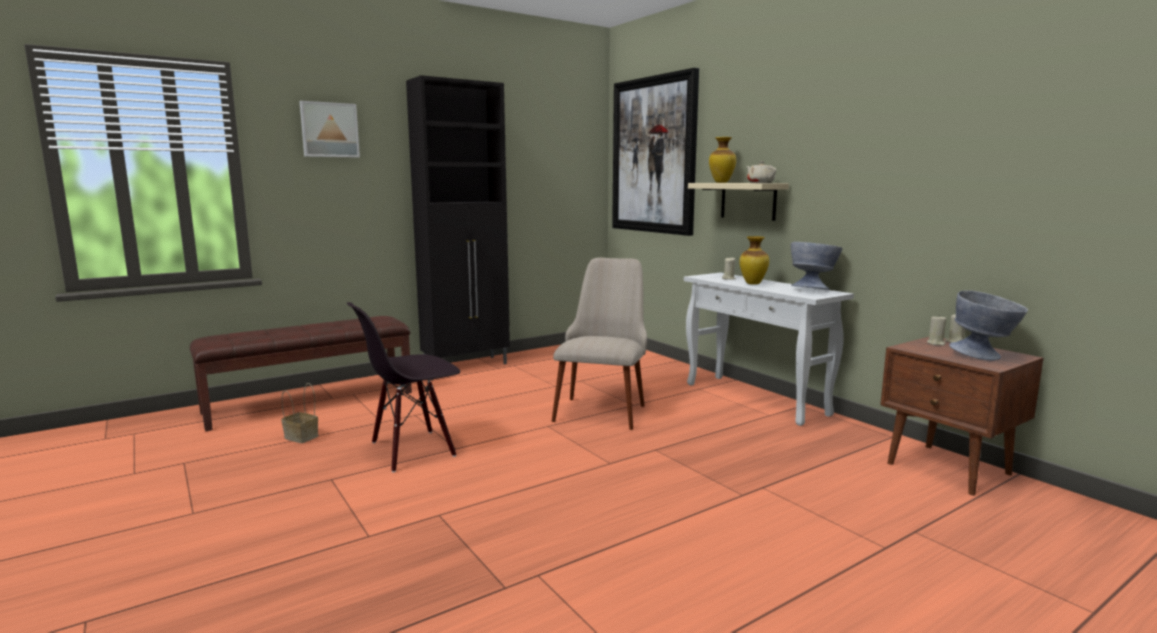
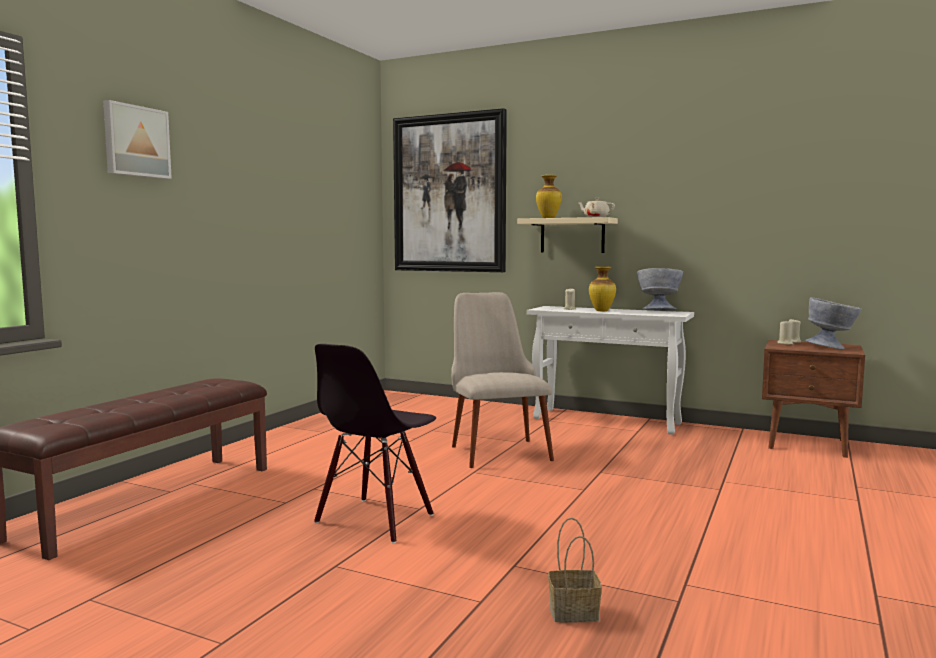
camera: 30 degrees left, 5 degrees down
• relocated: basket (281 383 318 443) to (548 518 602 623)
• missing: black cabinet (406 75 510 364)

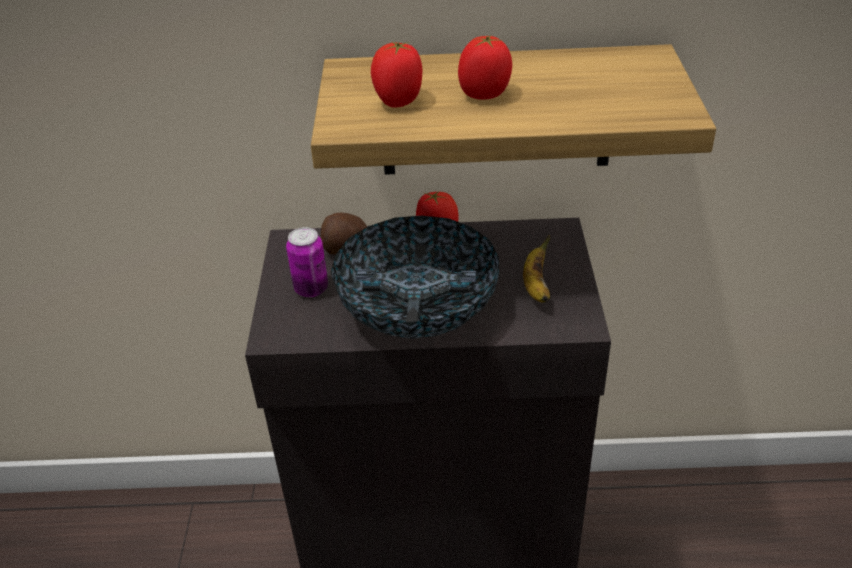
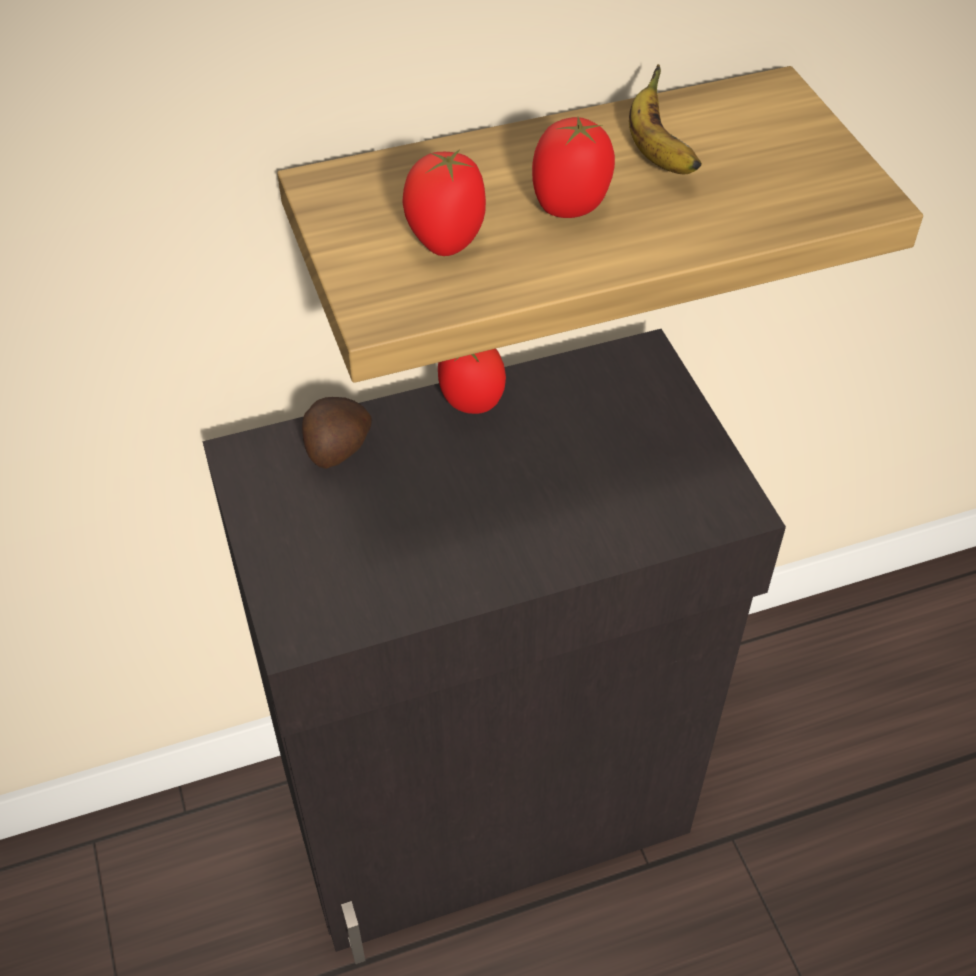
camera: 20 degrees left, 10 degrees up
• relocated: banana (523 235 550 303) to (629 64 702 174)
• missing: can (286 227 328 297)
• missing: bowl (331 216 499 339)

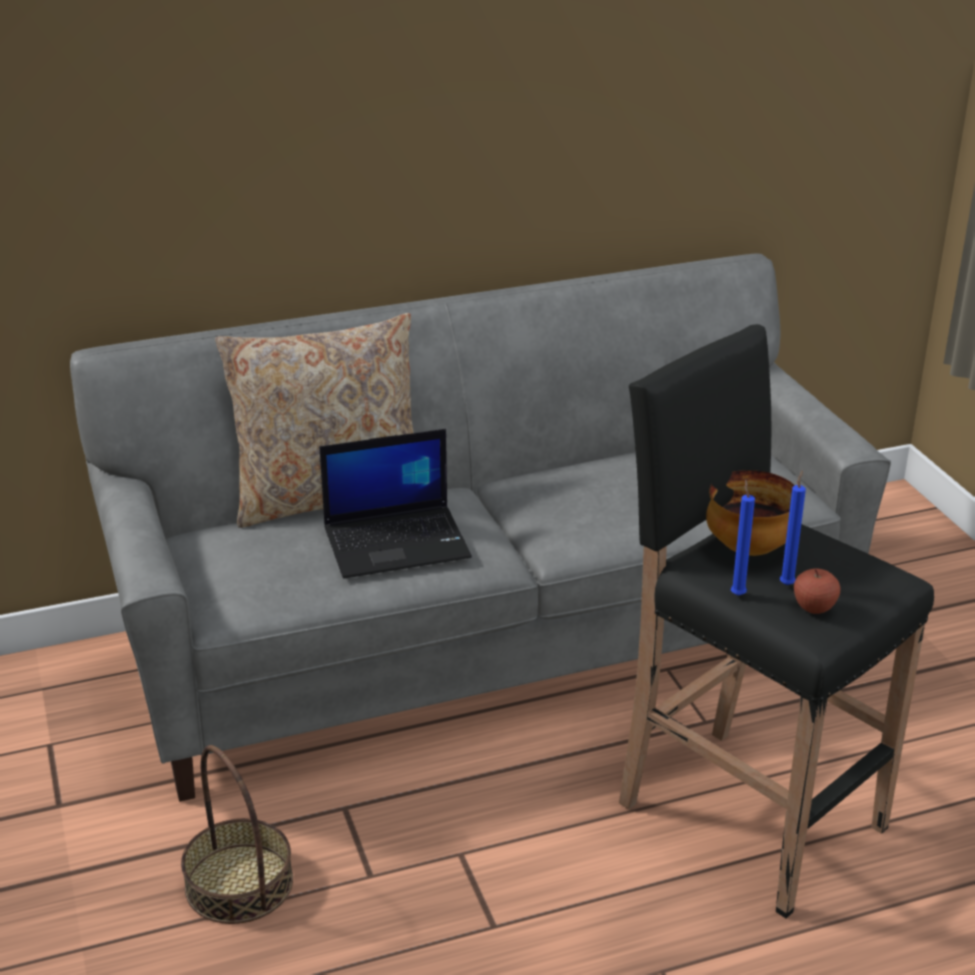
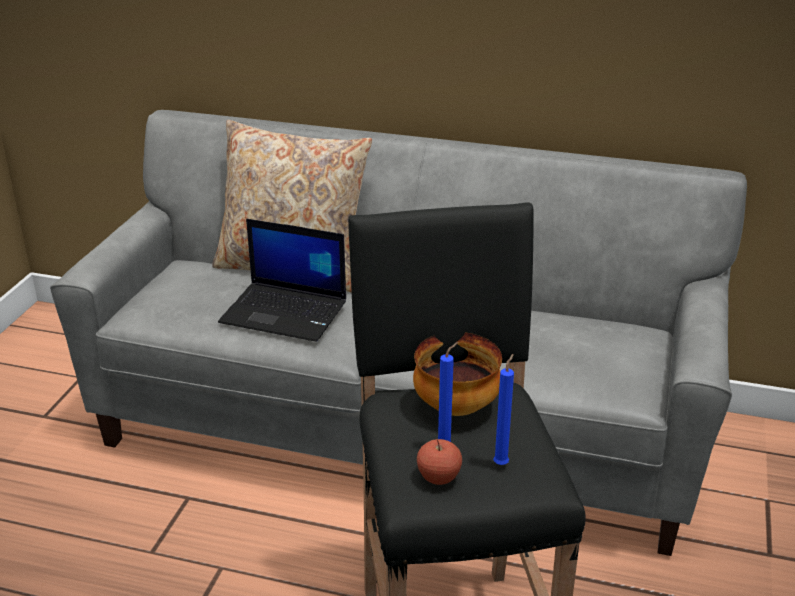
camera: 35 degrees right, 0 degrees up
• relocated: blue candle (731 479 755 596) to (493 354 514 465)
• missing: basket (181 745 293 924)

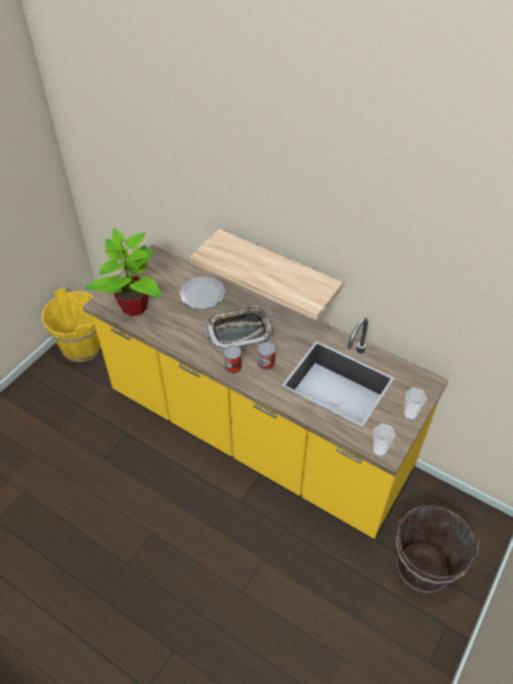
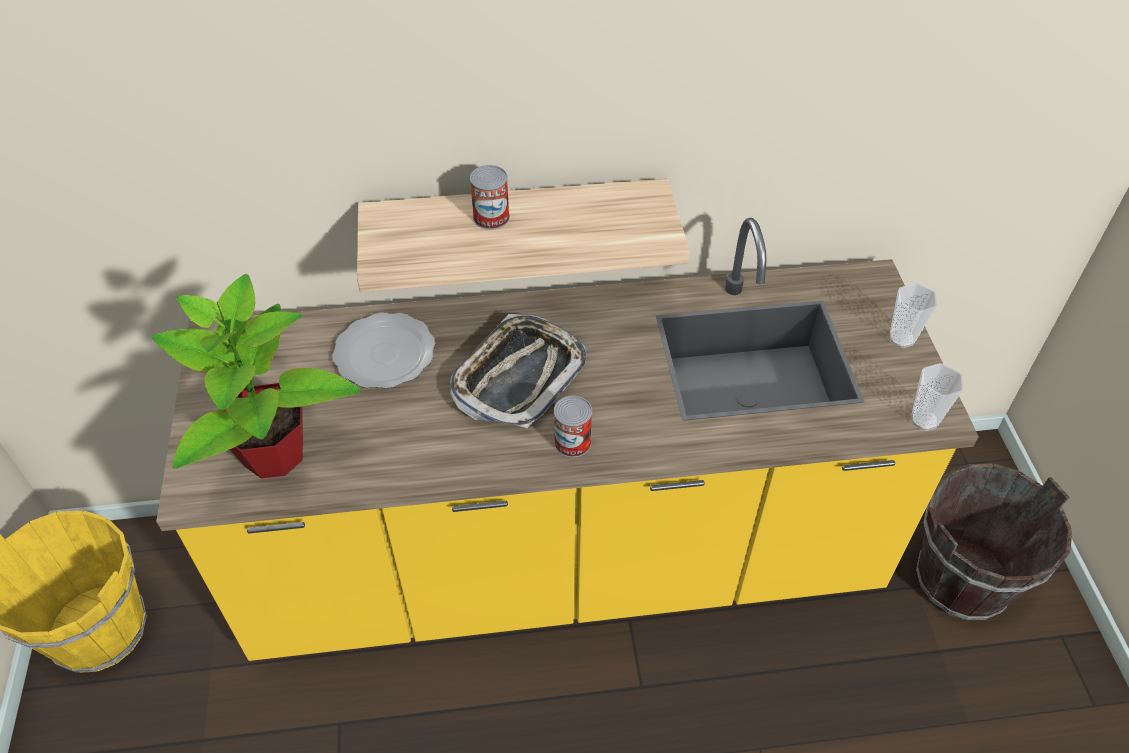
camera: 40 degrees left, 0 degrees up
• relocated: can (258 342 275 370) to (469 165 510 230)

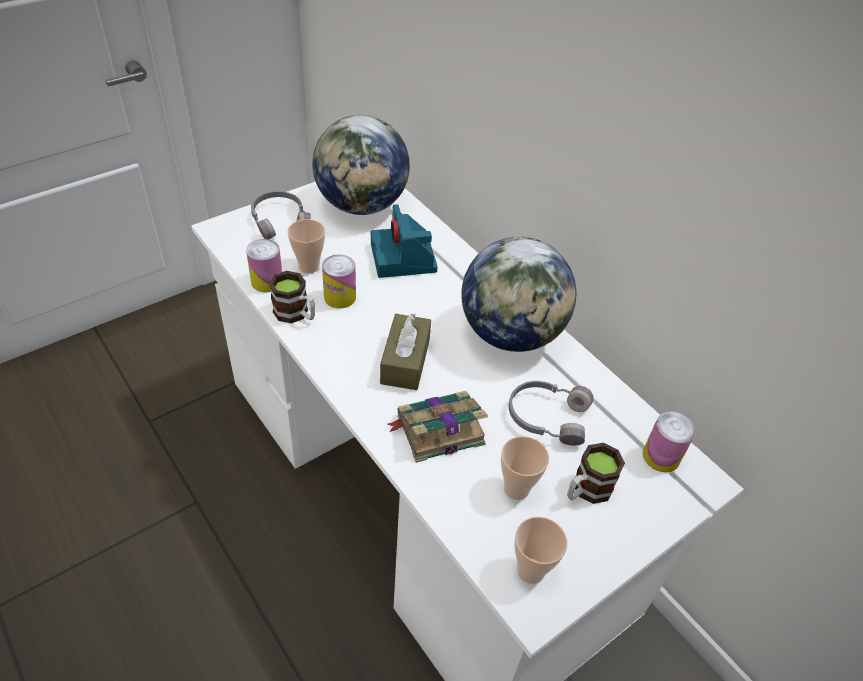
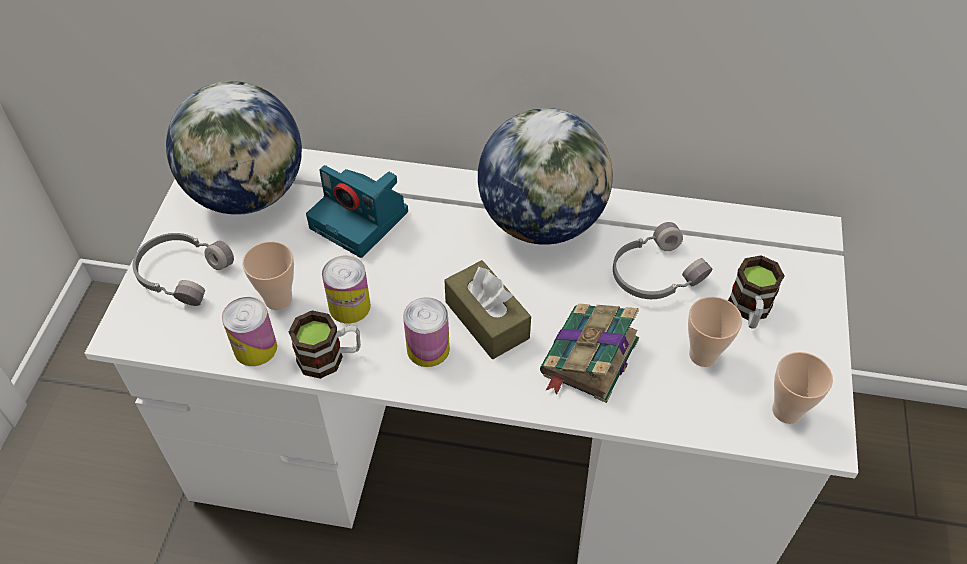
camera: 40 degrees left, 5 degrees up
• relocated: can (643 411 696 472) to (403 297 450 367)

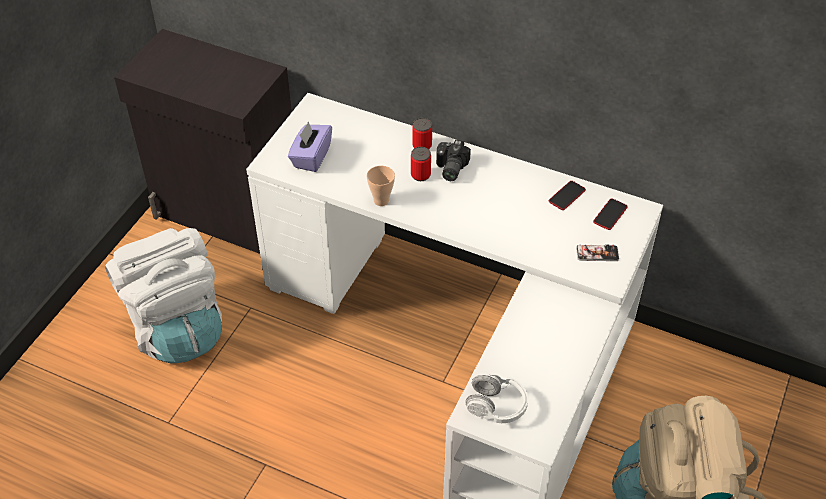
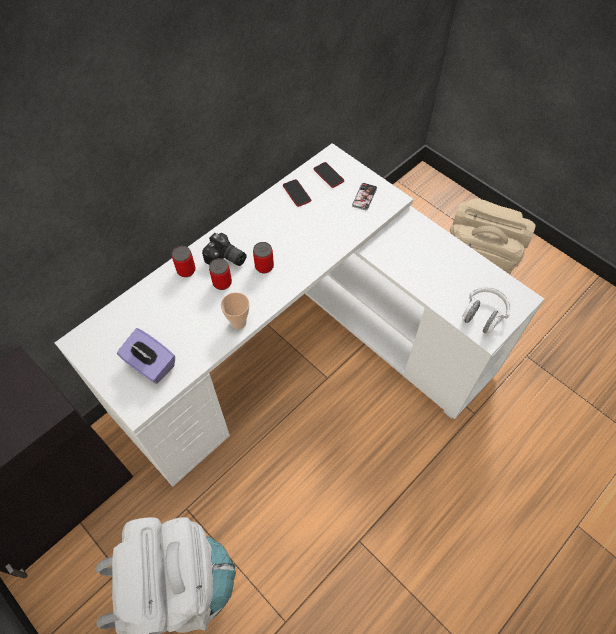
camera: 70 degrees left, 10 degrees up
• appeared: can (253 242 274 273)

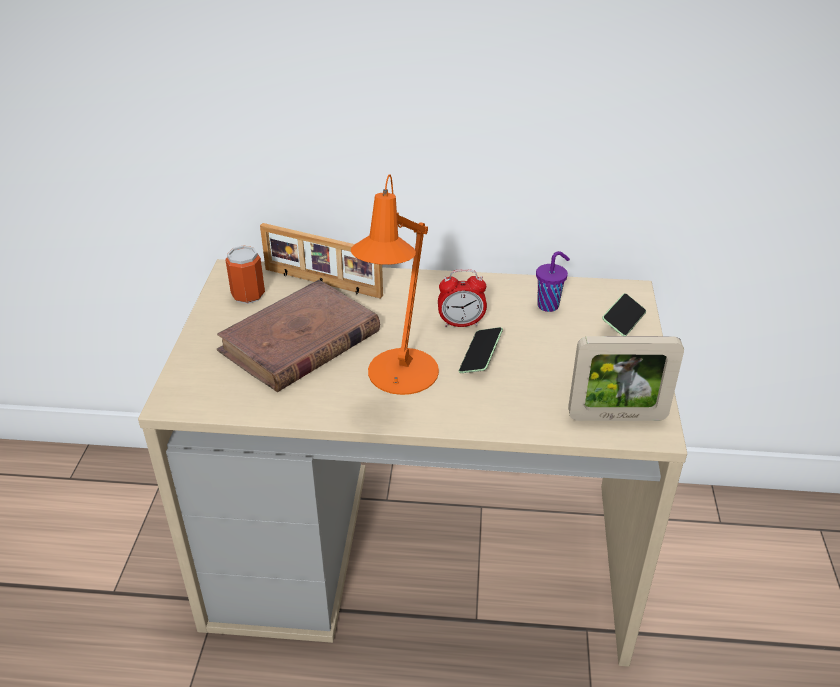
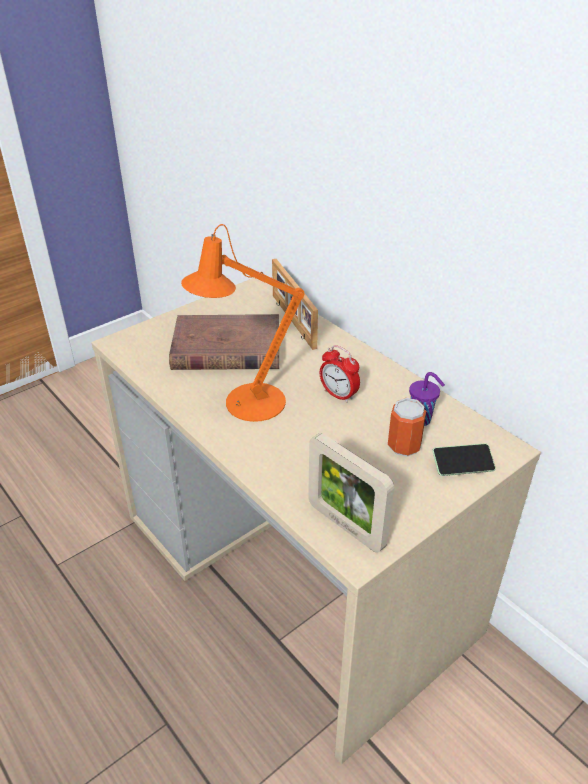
camera: 45 degrees right, 0 degrees up
• relocated: can (225 245 265 304) to (388 398 426 457)
• missing: phone (459 327 503 373)

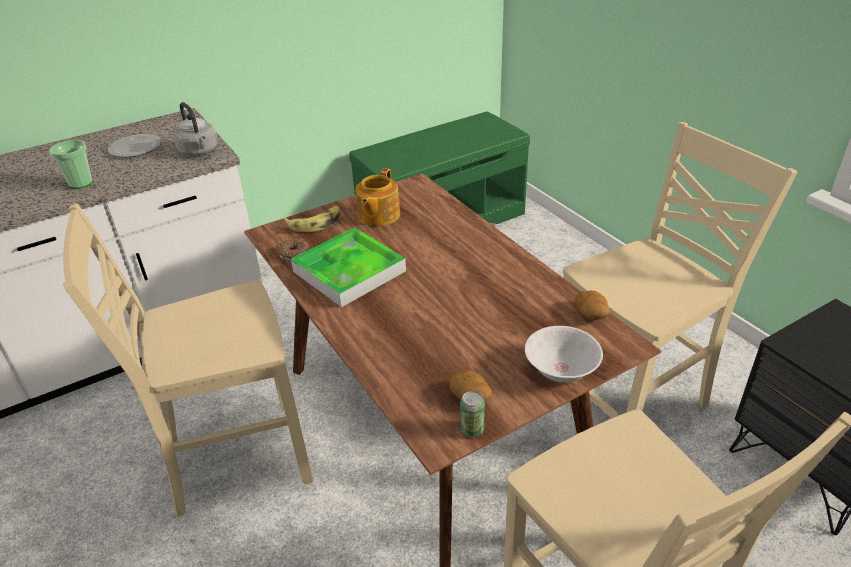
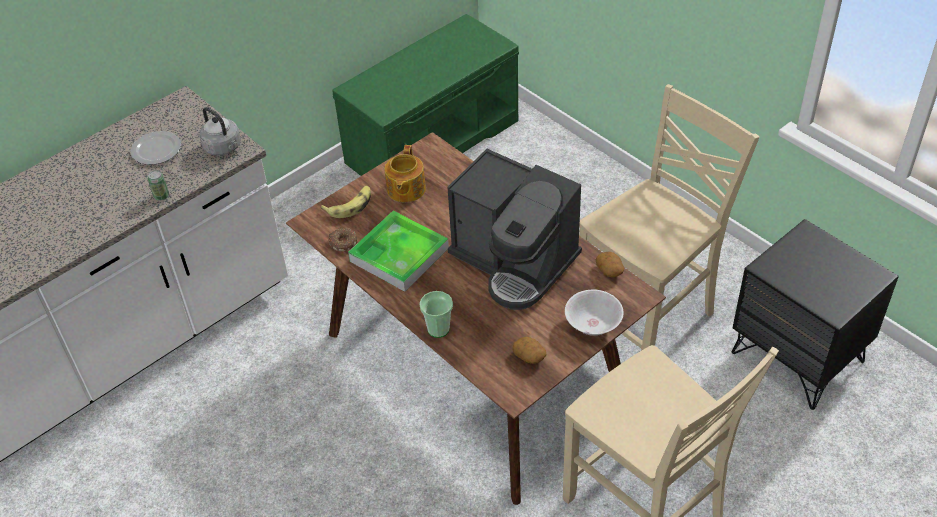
camera: 10 degrees left, 10 degrees up
• relocated: can (460 391 485 437) to (148 170 169 201)
• relocated: cup (49 140 92 189) to (419 291 453 338)
• appeared: coffee machine (447 149 582 310)
• missing: beige chair (63 203 313 517)

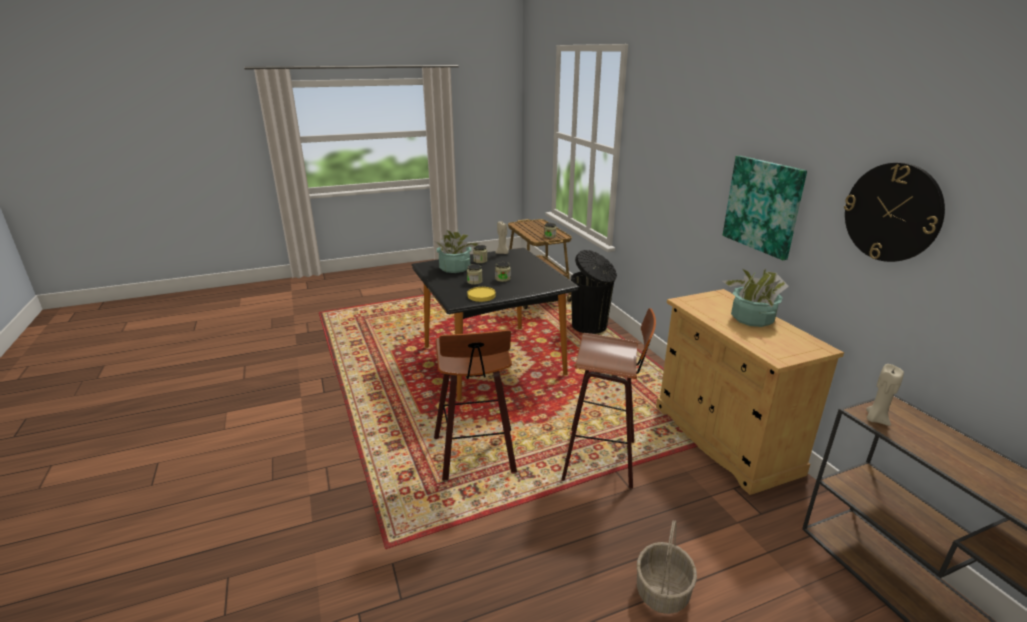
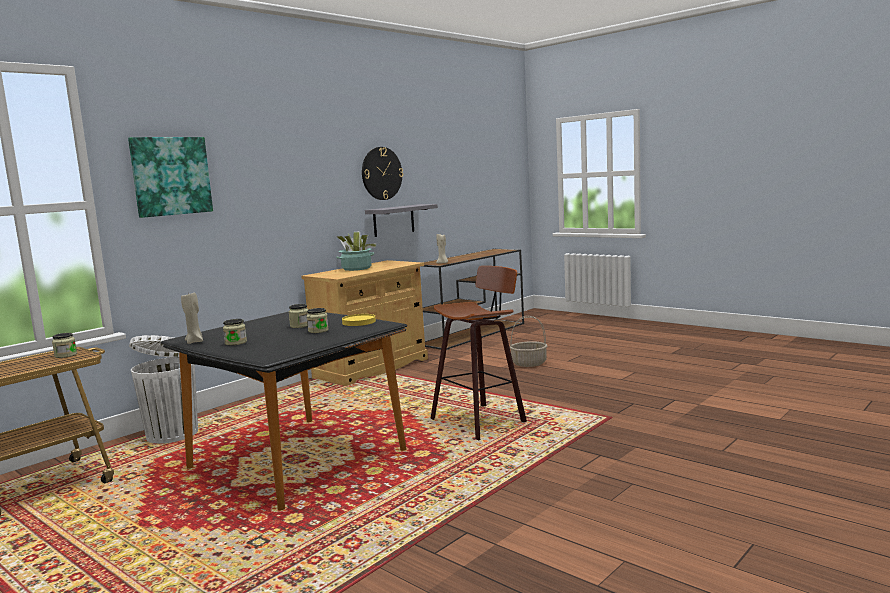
camera: 115 degrees left, 15 degrees down
• relocated: picture (723 156 807 260) to (128 137 213 218)
• colour: black trash can (571 250 617 334) to white trash can (129 335 198 444)
• appeared: grey shelf (365 204 438 237)
• missing: potted plant (434 229 481 273)
• missing: stool (561 308 656 488)

